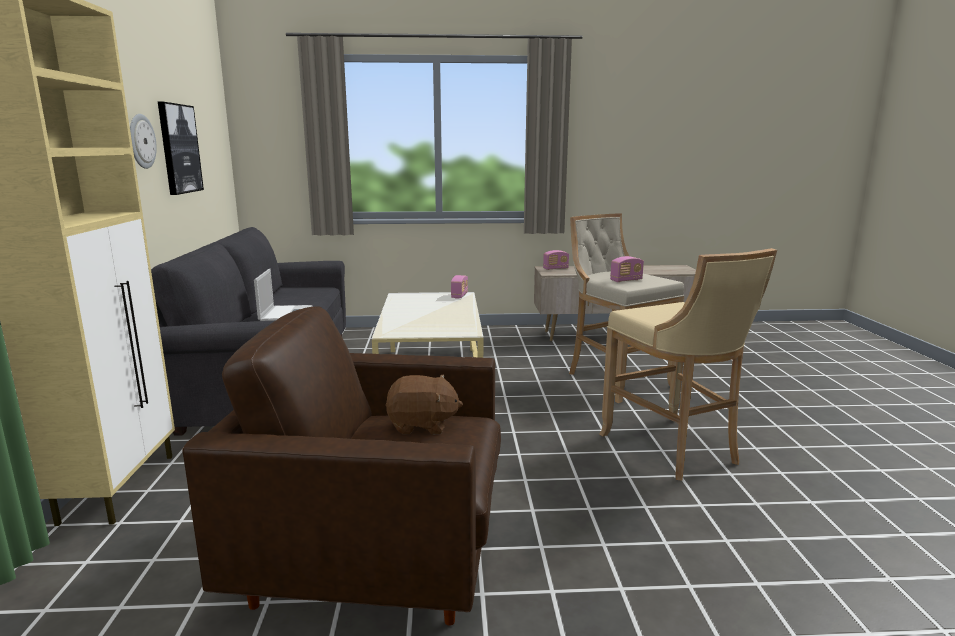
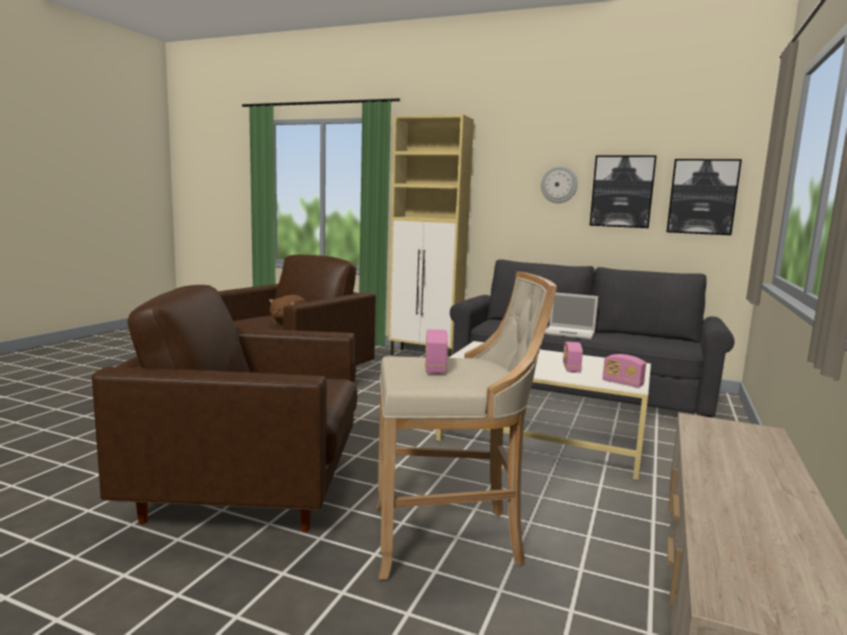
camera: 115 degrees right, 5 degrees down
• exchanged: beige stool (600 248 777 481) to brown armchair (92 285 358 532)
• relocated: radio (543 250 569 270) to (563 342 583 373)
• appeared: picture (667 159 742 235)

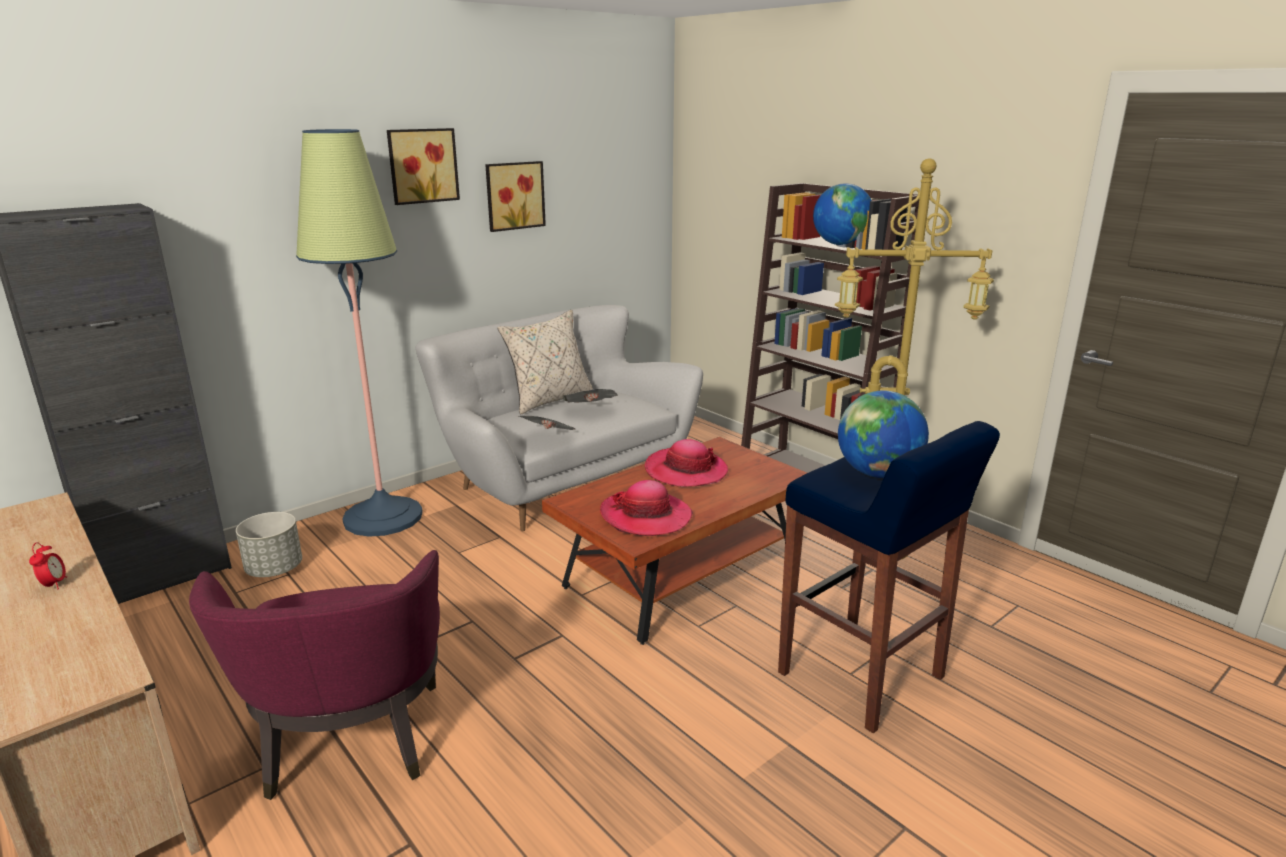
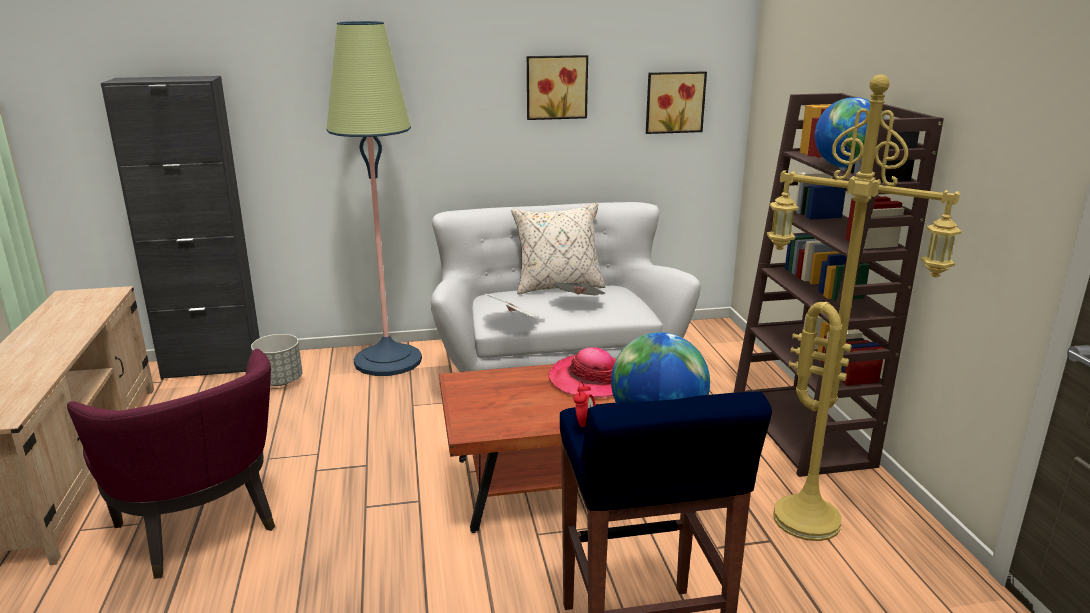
camera: 30 degrees right, 0 degrees up
• spun: purple armchair (189 550 440 800) = (67 349 275 579) 60 degrees counterclockwise
• relocated: alarm clock (29 542 67 589) to (574 381 596 427)
• relocated: picture (387 128 460 205) to (646 71 707 134)
• missing: hat (600 480 693 536)

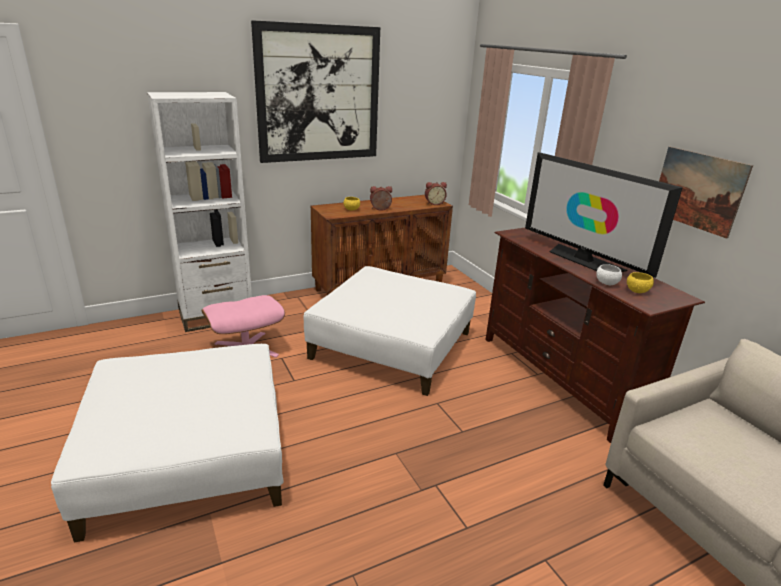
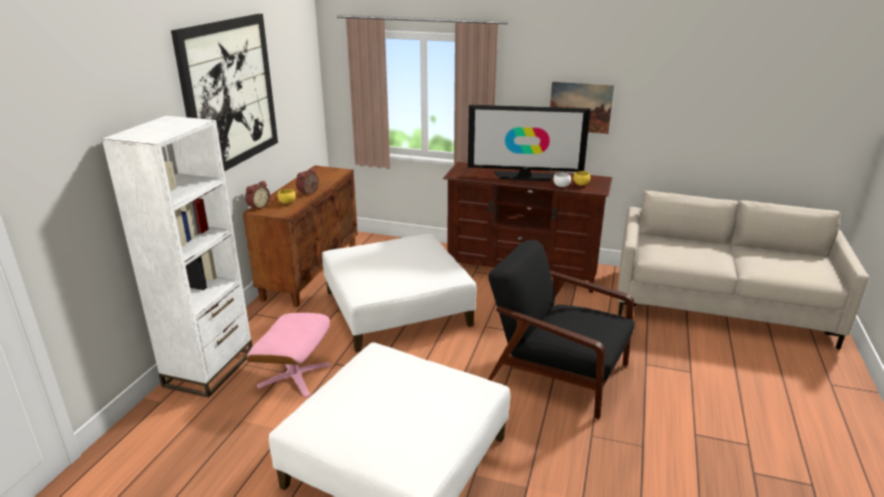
camera: 45 degrees left, 0 degrees up
• relocated: alarm clock (425 182 447 205) to (245 181 270 211)
• appeared: black armchair (488 240 635 419)

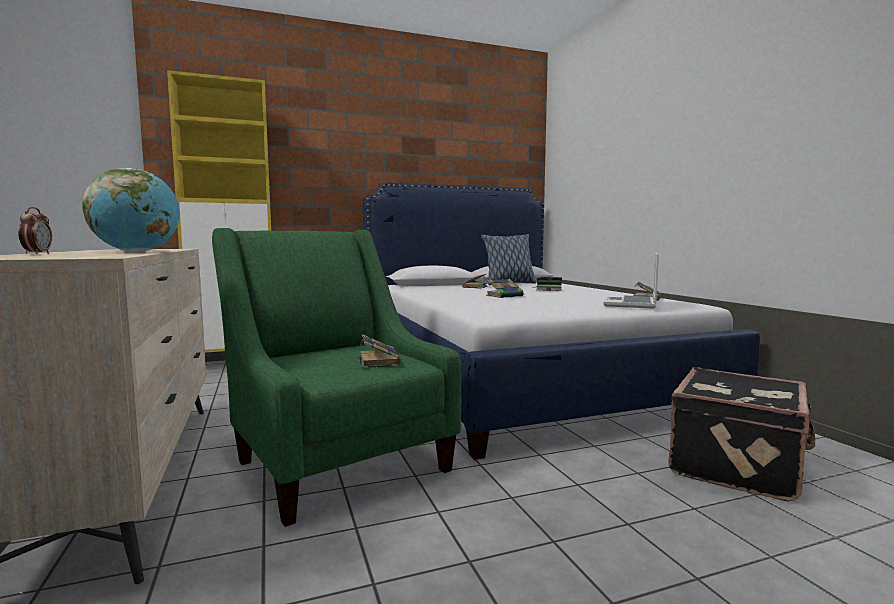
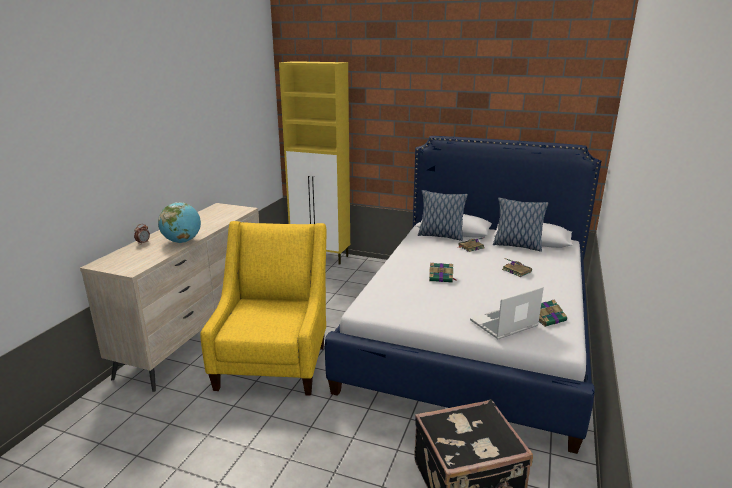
camera: 40 degrees right, 15 degrees up
• colour: green armchair (212 228 461 527) to yellow armchair (200 221 326 396)
• appeared: pillow (418 190 468 241)
• missing: book (359 334 401 368)

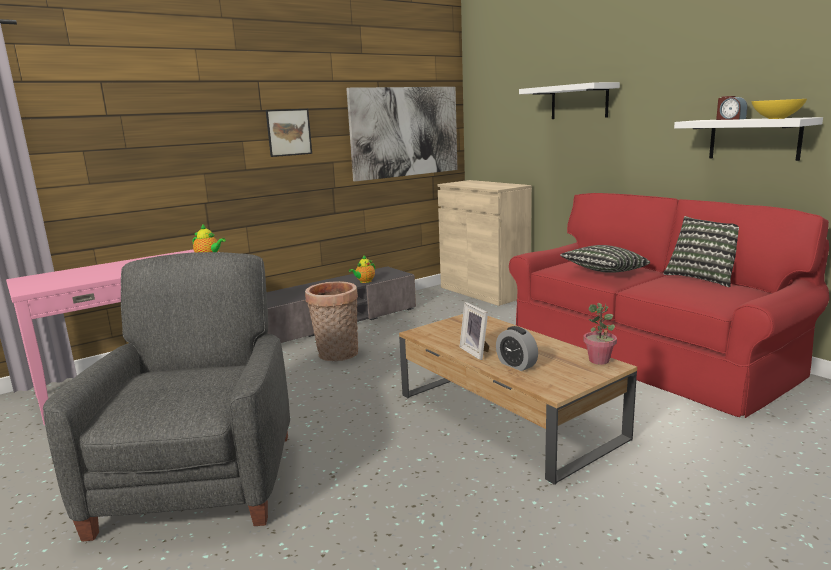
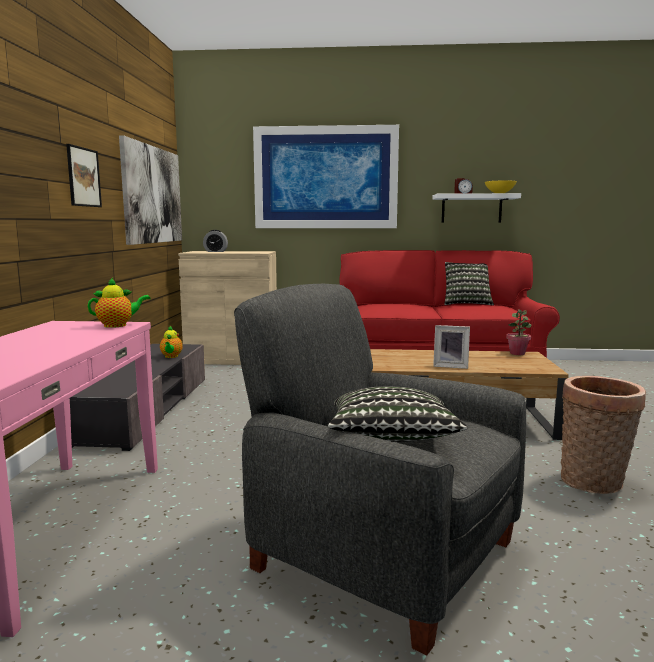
camera: 50 degrees left, 5 degrees down
• relocated: alarm clock (496 326 538 371) to (203 230 228 252)
• exchanged: white shelf (519 82 620 119) to picture (253 125 399 228)
• relocated: pillow (560 245 650 273) to (328 386 468 442)
• relocated: basket (305 281 358 361) to (561 376 646 494)

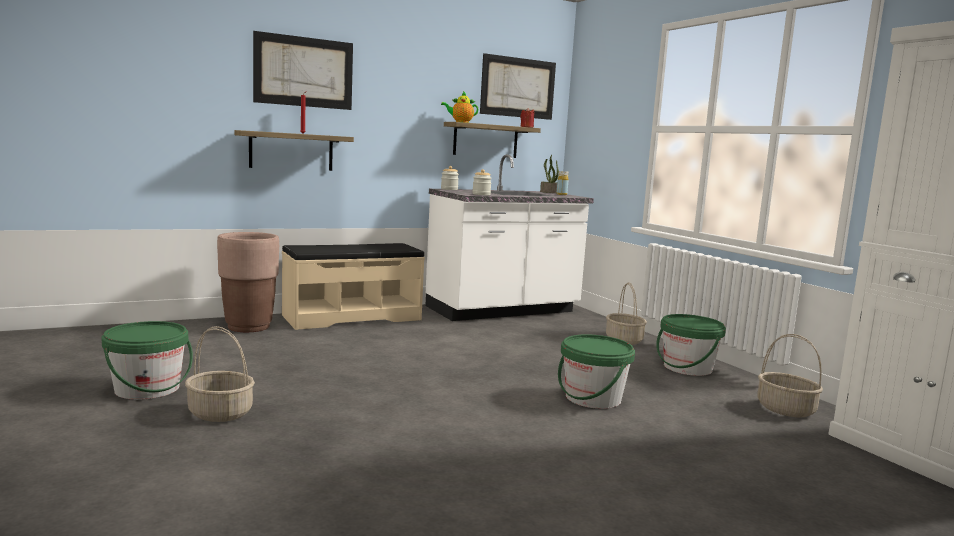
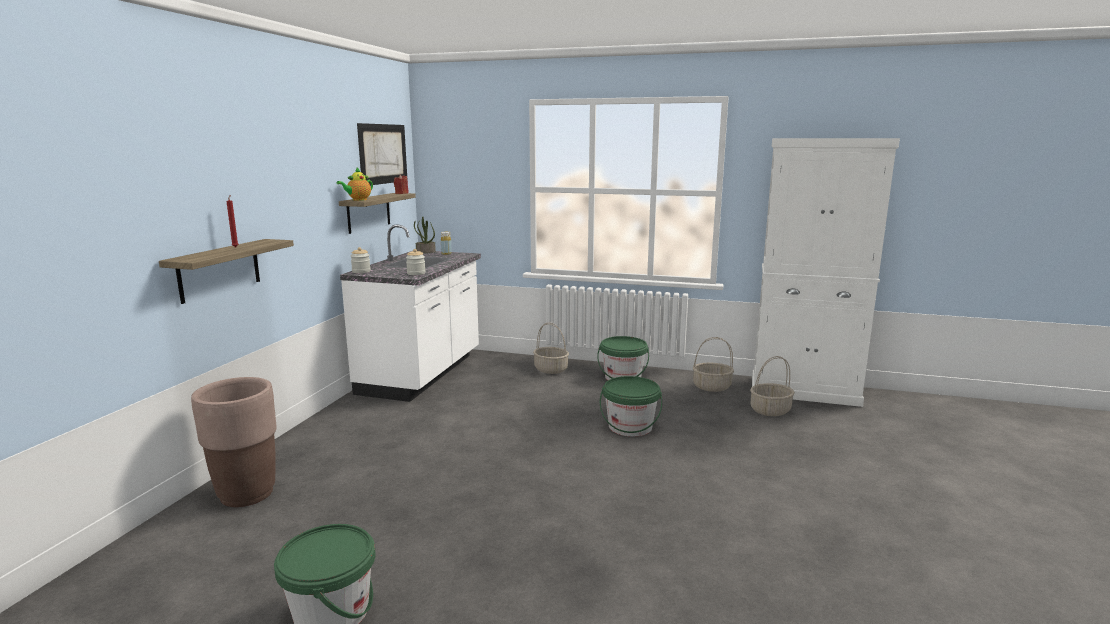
camera: 45 degrees left, 5 degrees up
• relocated: basket (185 326 255 422) to (750 356 795 416)
• missing: picture (253 31 353 110)
• missing: beige bench (282 243 425 330)

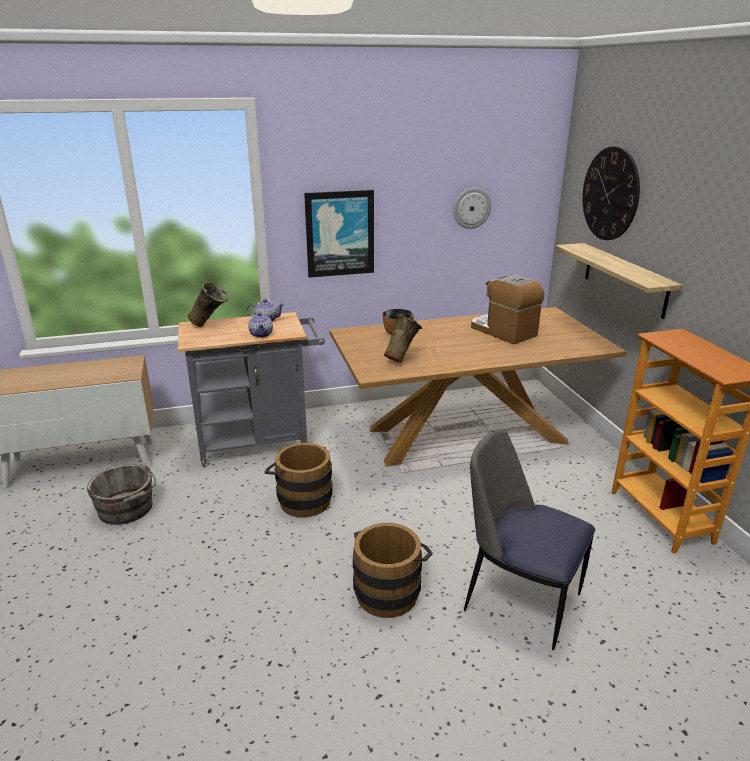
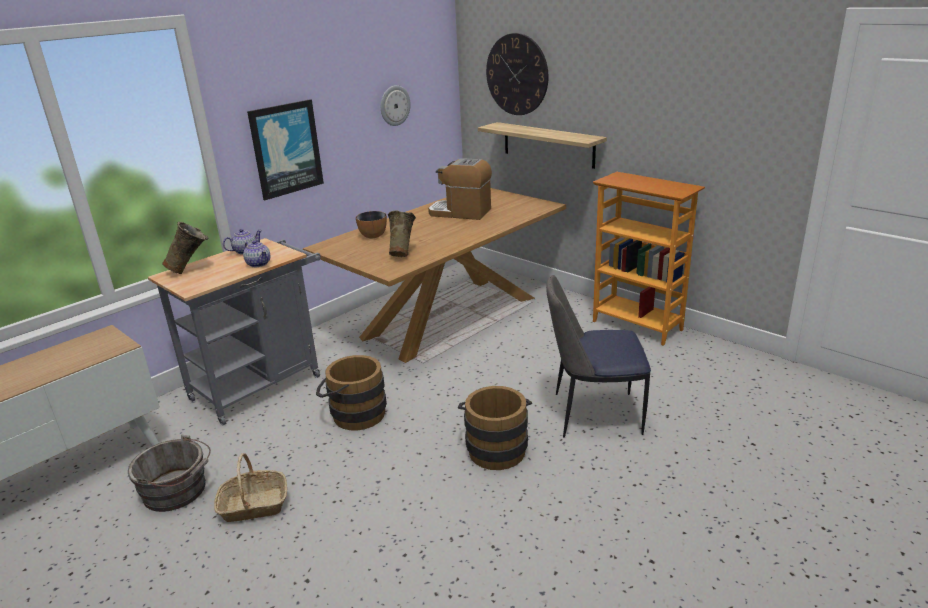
camera: 30 degrees left, 0 degrees up
• appeared: basket (214 453 287 522)

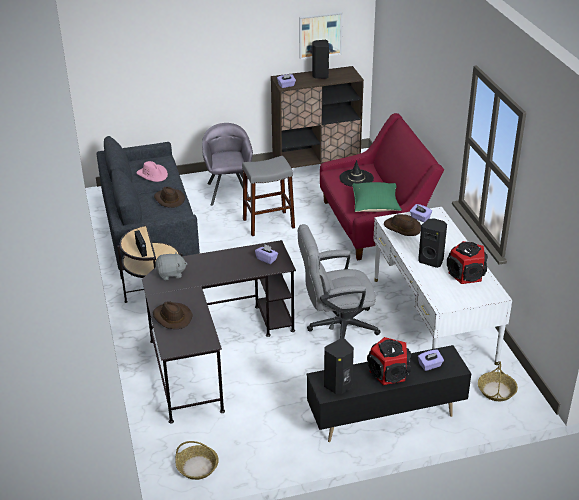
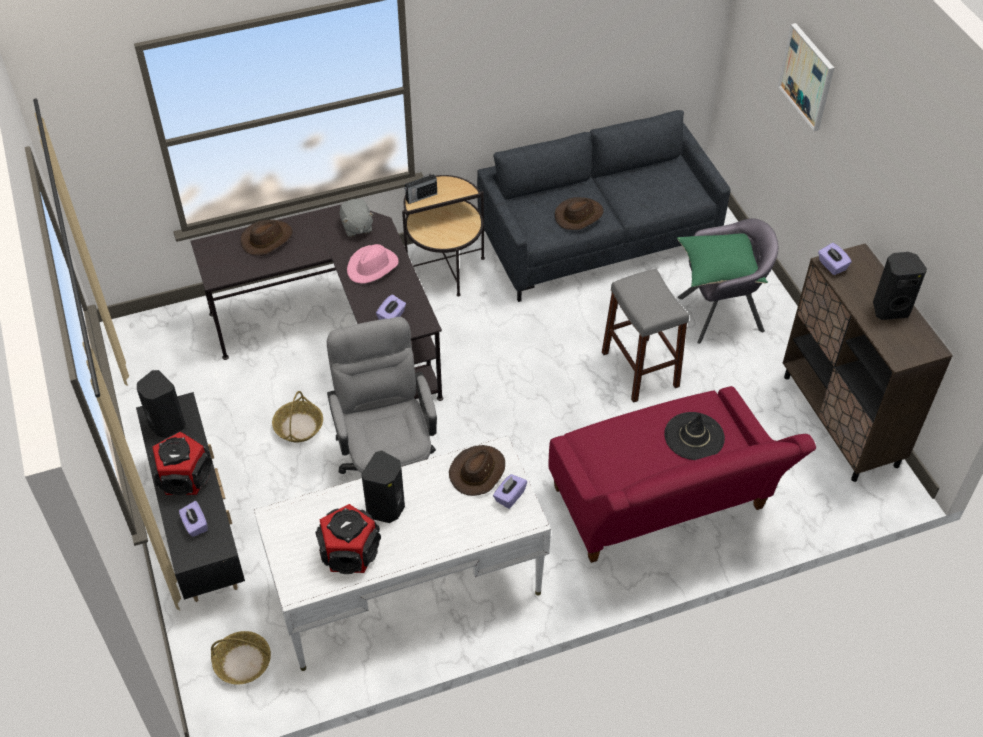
camera: 85 degrees right, 15 degrees up
• relocated: basket (175 441 219 480) to (272 391 323 443)
• relocated: pink hat (136 161 168 182) to (347 244 399 284)
• relocated: green pillow (352 182 402 212) to (677 233 768 287)
• relocated: picture (299 12 343 59) to (778 23 834 131)

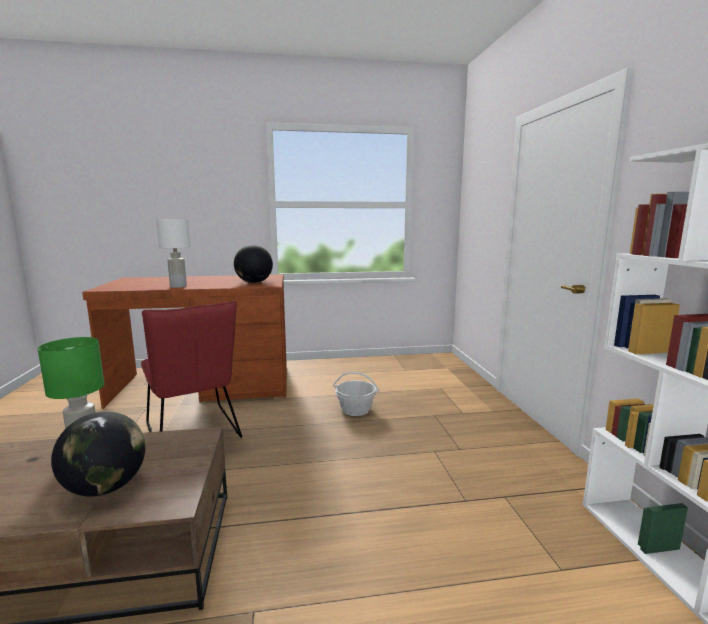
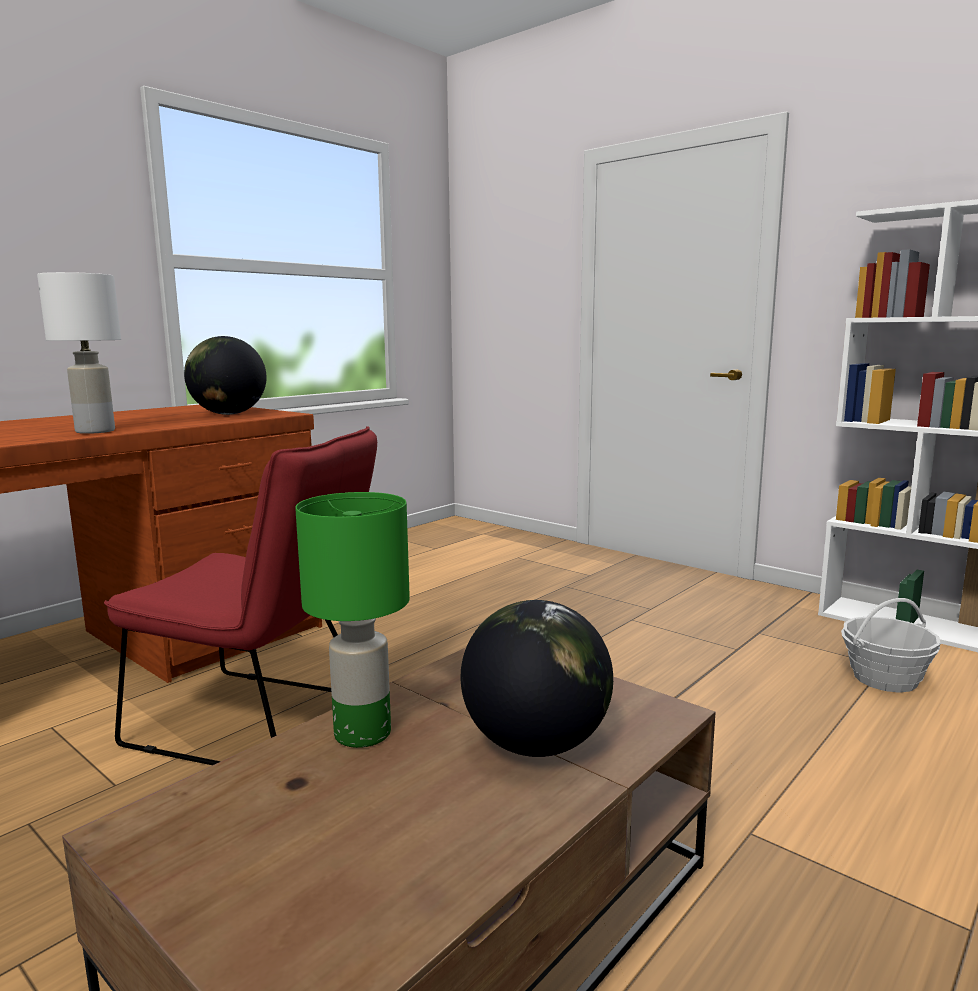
camera: 40 degrees left, 0 degrees up
• relocated: basket (333 372 379 416) to (841 598 941 693)

